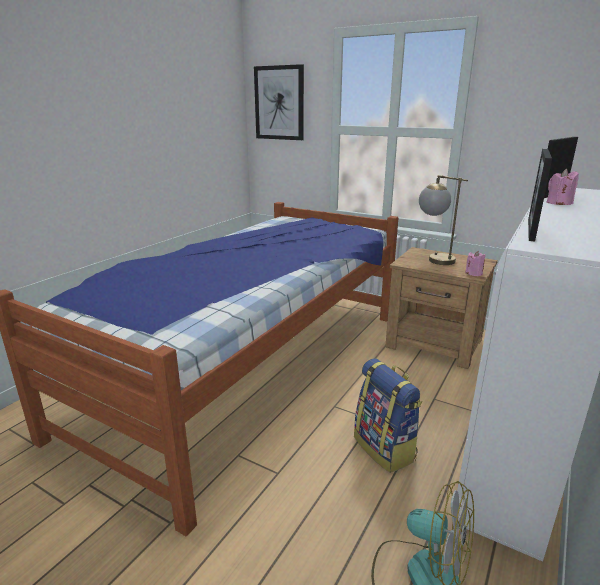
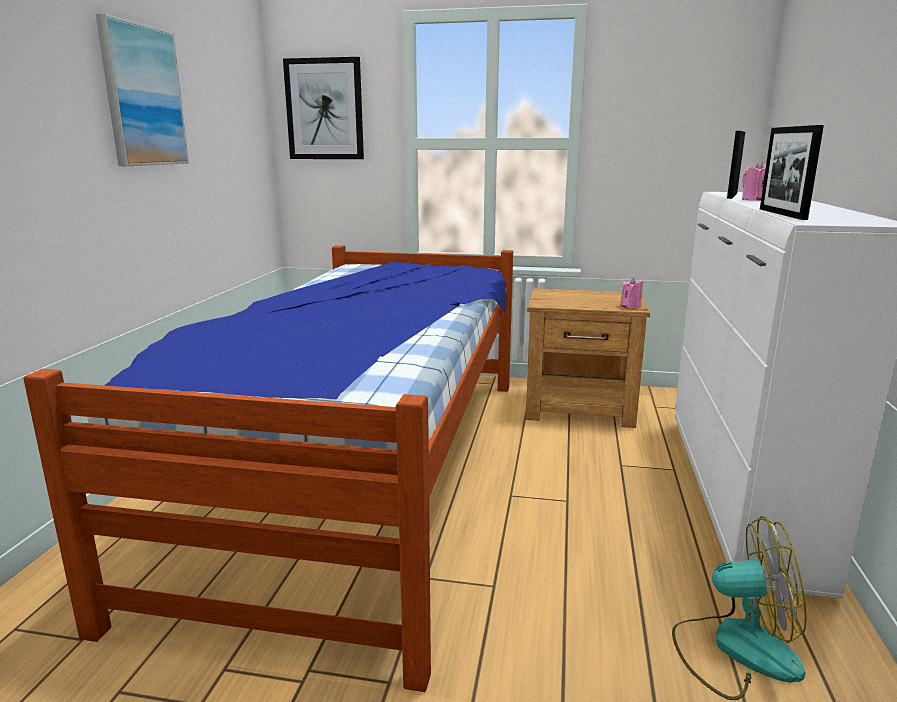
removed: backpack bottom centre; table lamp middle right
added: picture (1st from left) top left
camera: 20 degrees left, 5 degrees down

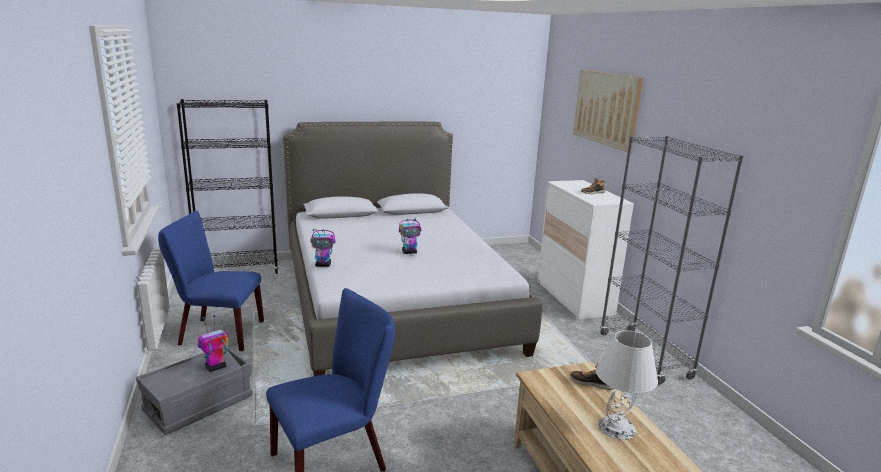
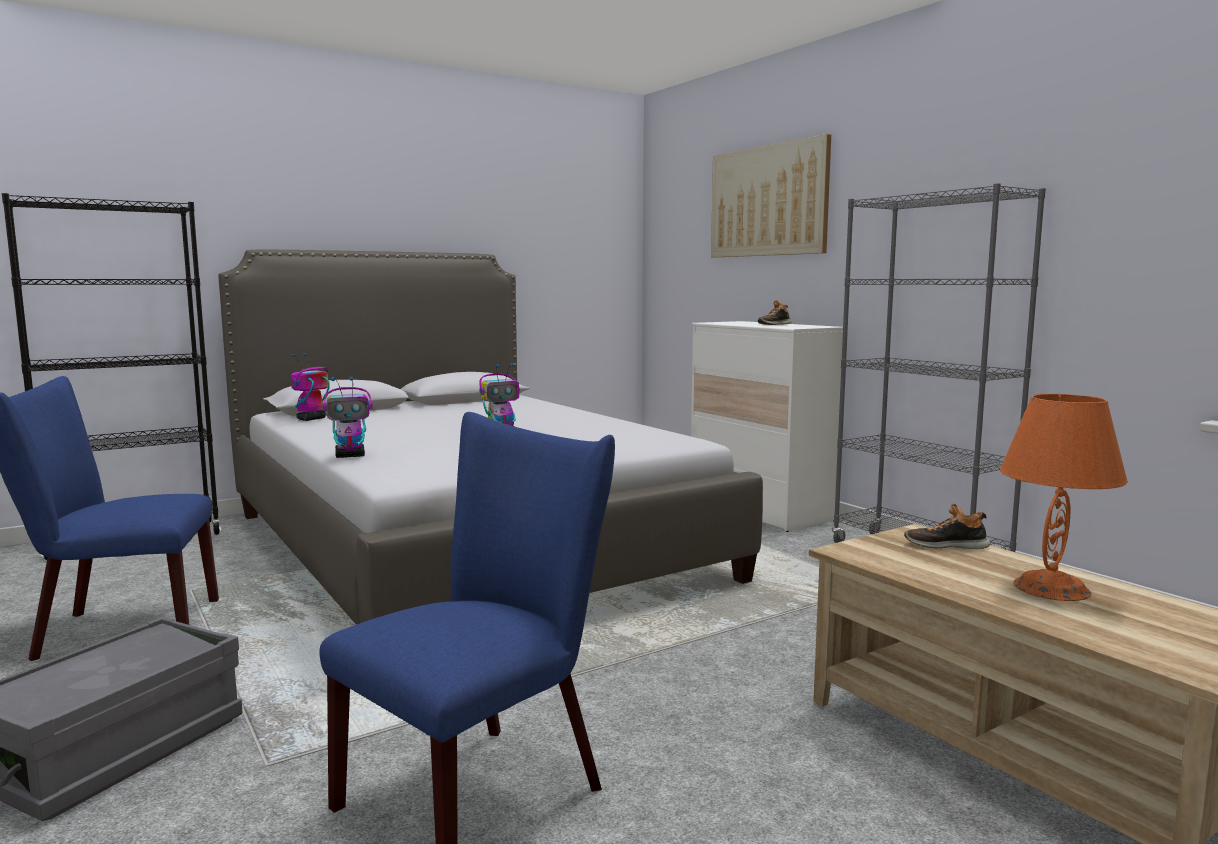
moved: toy robot (1st from left) bottom left to middle left
recoloured: table lamp in white bottom right to table lamp in orange middle right
camera: 15 degrees left, 10 degrees down

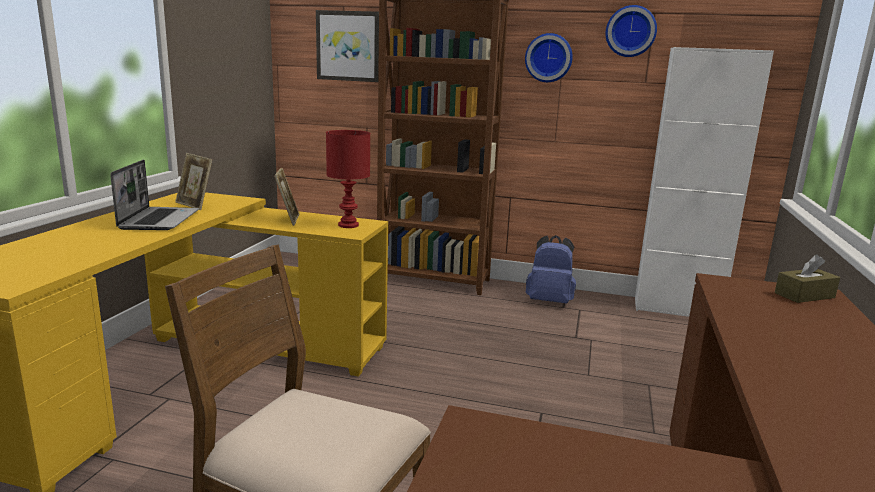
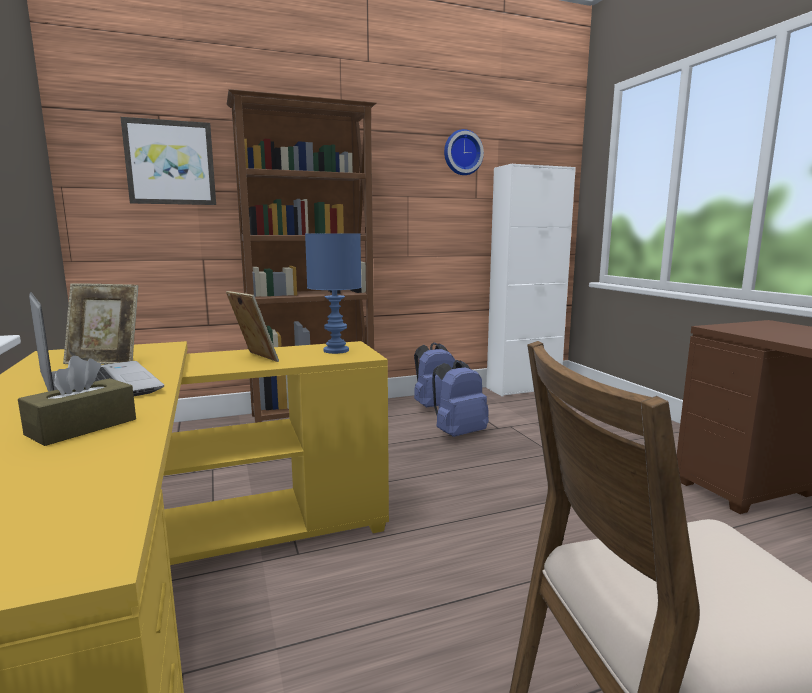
removed: wall clock (1st from left) top centre
added: backpack in blue (2nd from left) centre
moved: tissue box in brown middle right to middle left
recoloured: table lamp in red centre to table lamp in blue centre
camera: 35 degrees left, 5 degrees down

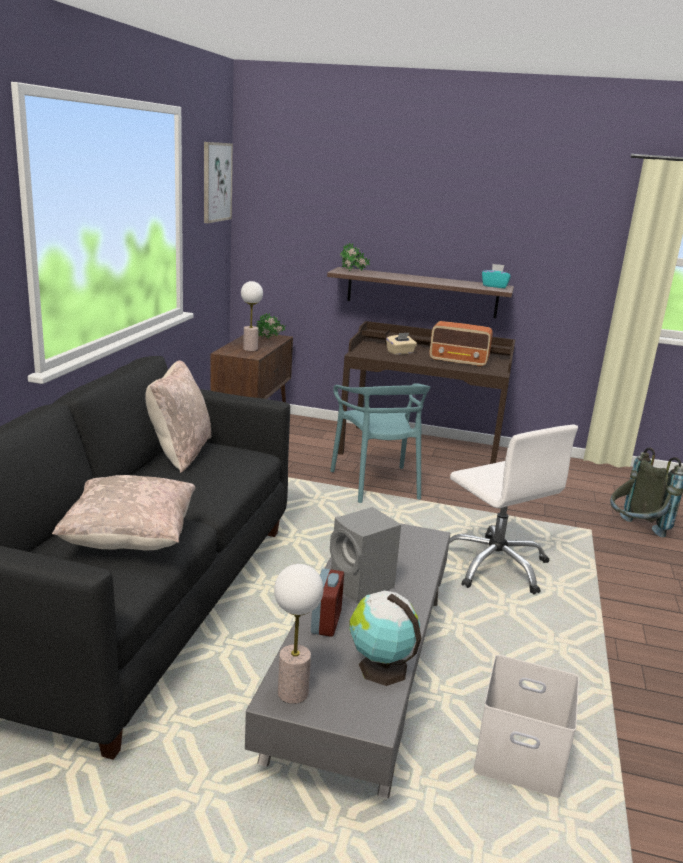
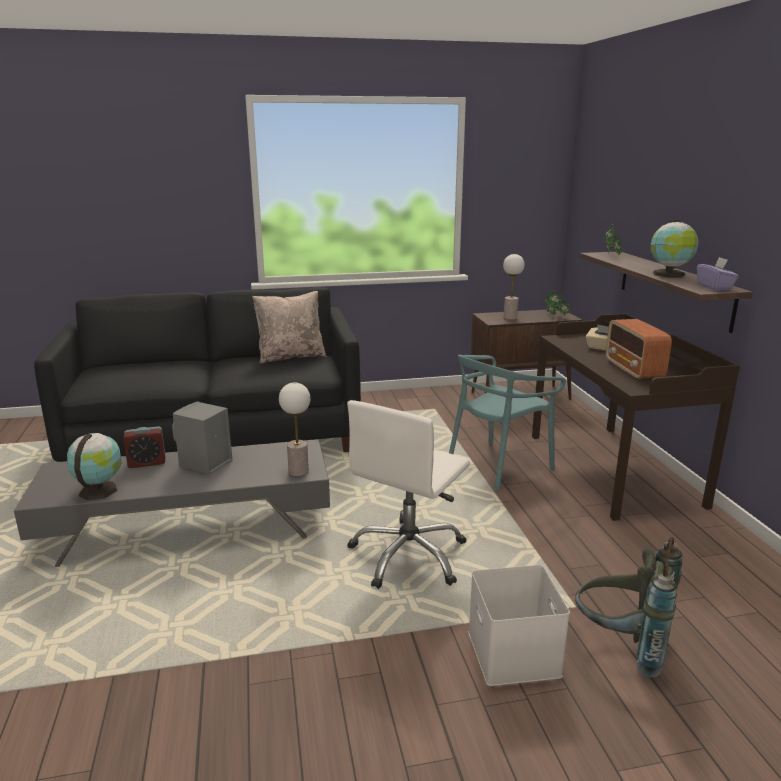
removed: pillow in beige (1st from left) middle left; picture top left
added: globe (2nd from left) top right
moved: table lamp (2nd from left in the first image) bottom centre to table lamp (1st from left) centre; storage box in white bottom right to bottom centre
recoloured: tissue box in turquoise top right to tissue box in purple middle right
camera: 65 degrees right, 0 degrees up

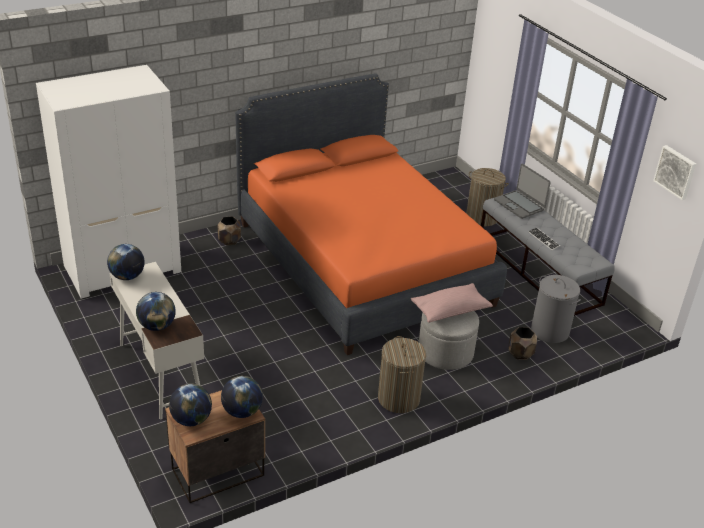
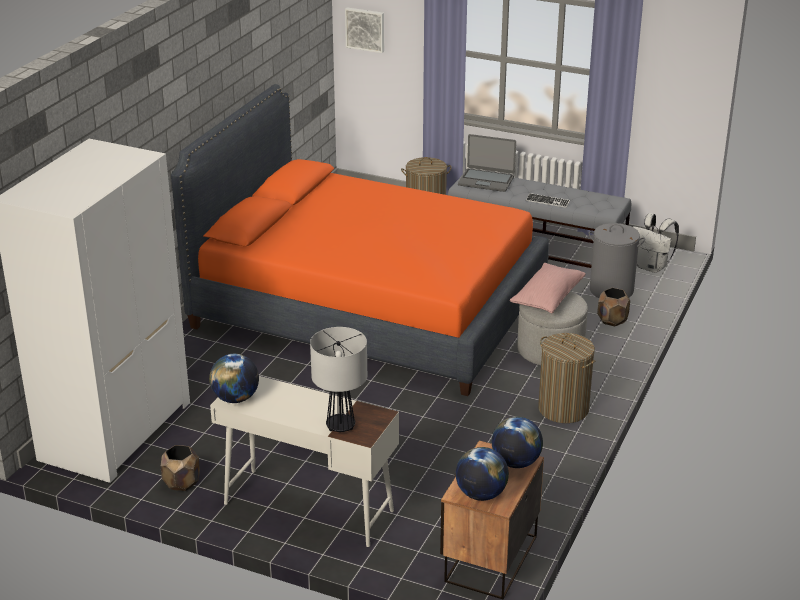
added: backpack in white middle right
moved: planter in brown (1st from left) middle left to bottom left; picture top right to top centre
replaced: globe (2nd from left) middle left to table lamp centre
camera: 35 degrees left, 5 degrees down

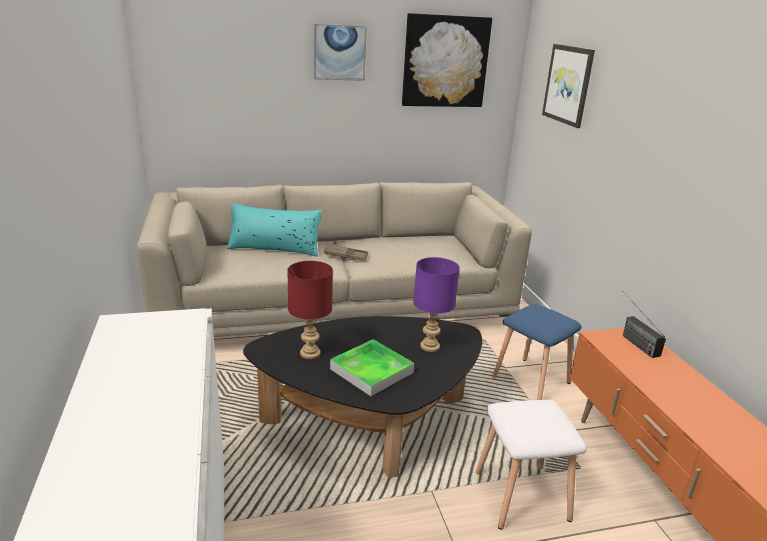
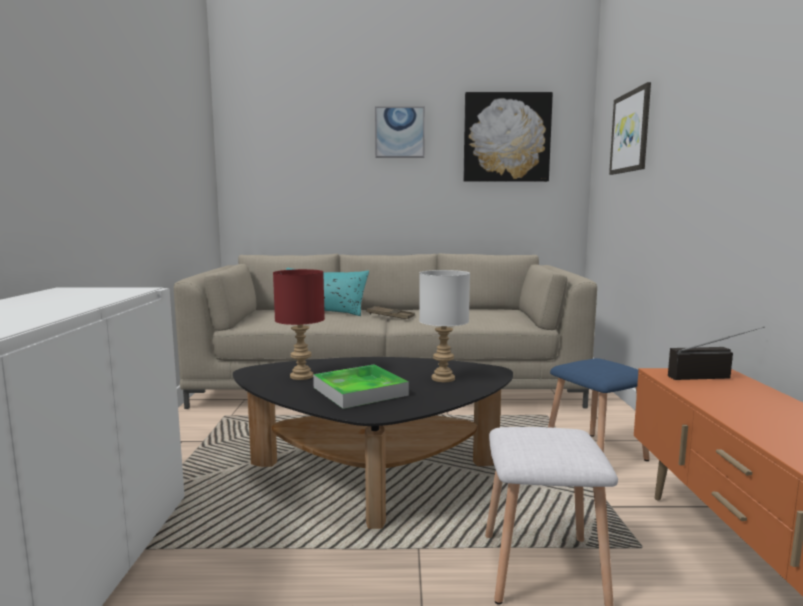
recoloured: table lamp in purple centre to table lamp in white centre
turned: radio middle right = middle right 90 degrees clockwise
camera: 15 degrees right, 15 degrees down

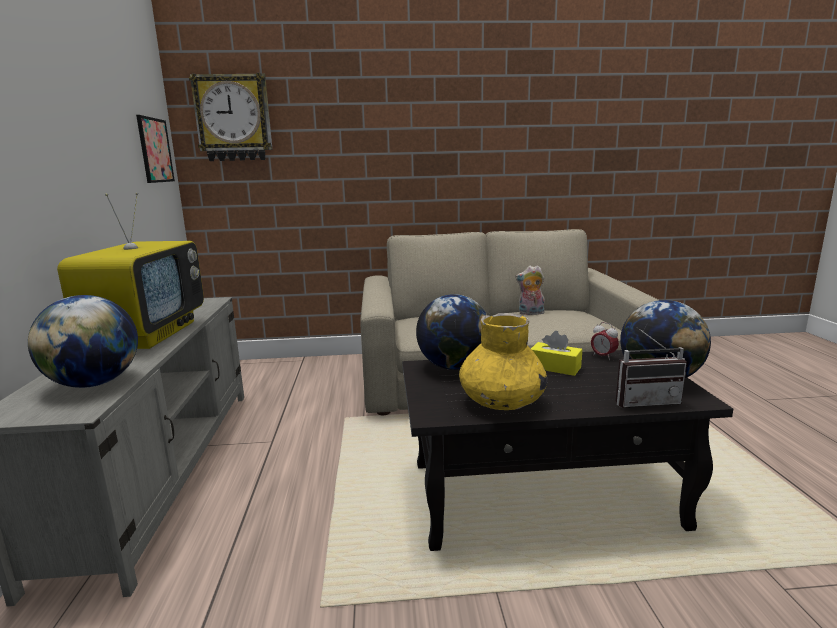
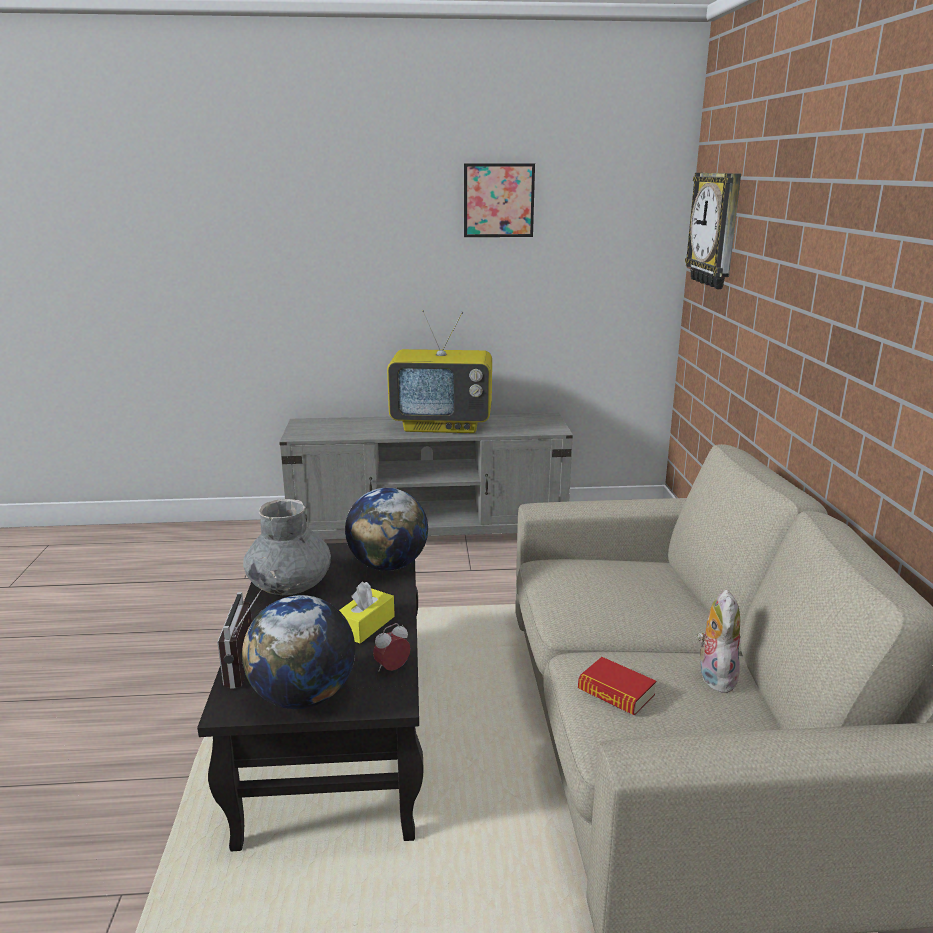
removed: globe (1st from left) middle left
added: book bottom centre
moved: picture top left to top centre
recoloured: vase in yellow centre to vase in grey middle left
camera: 90 degrees right, 5 degrees up

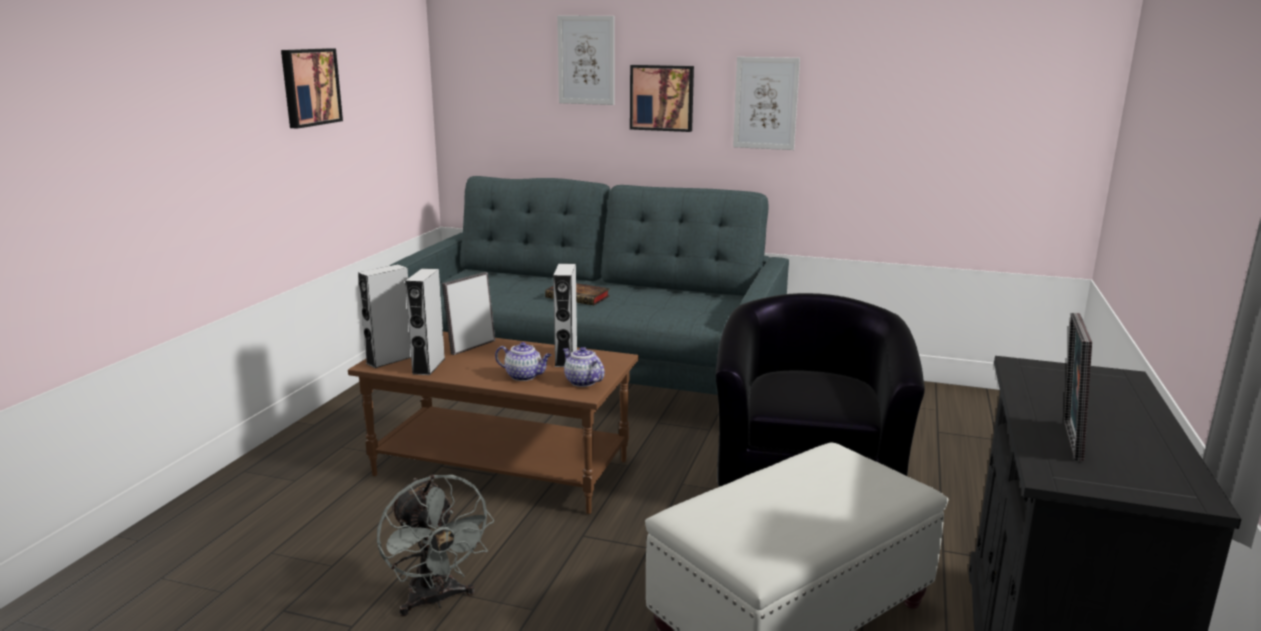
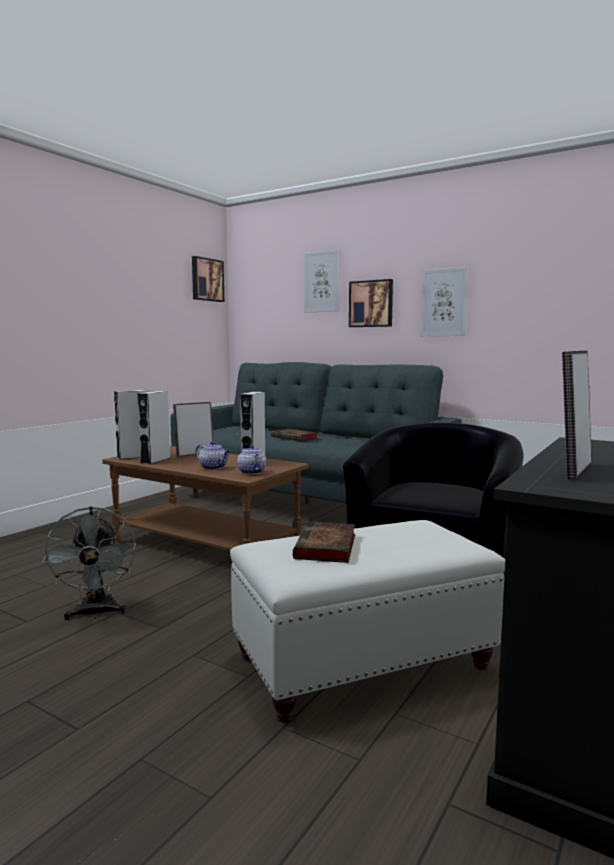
added: book (2nd from left) centre
moved: picture (1st from left) top left to top centre
camera: 15 degrees right, 10 degrees down

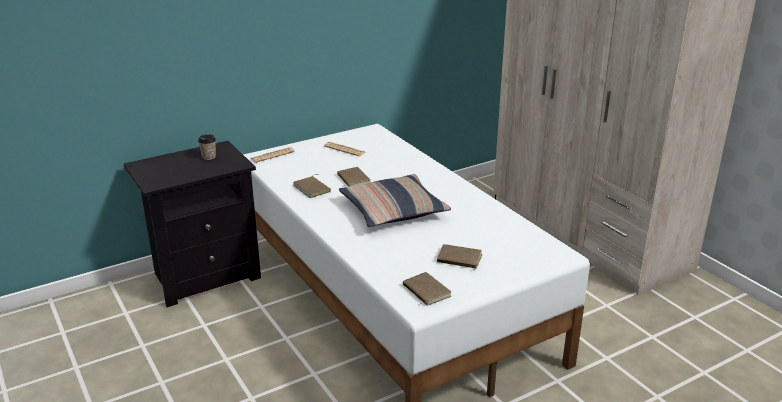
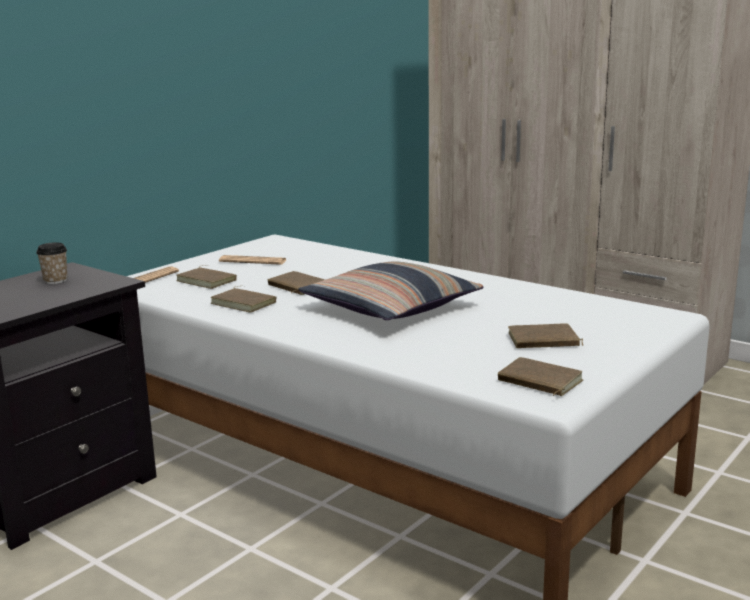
added: book in brown (1st from left) middle left
camera: 20 degrees left, 10 degrees down

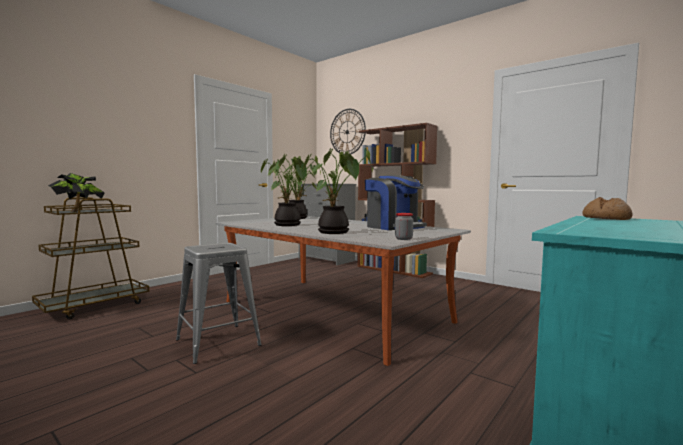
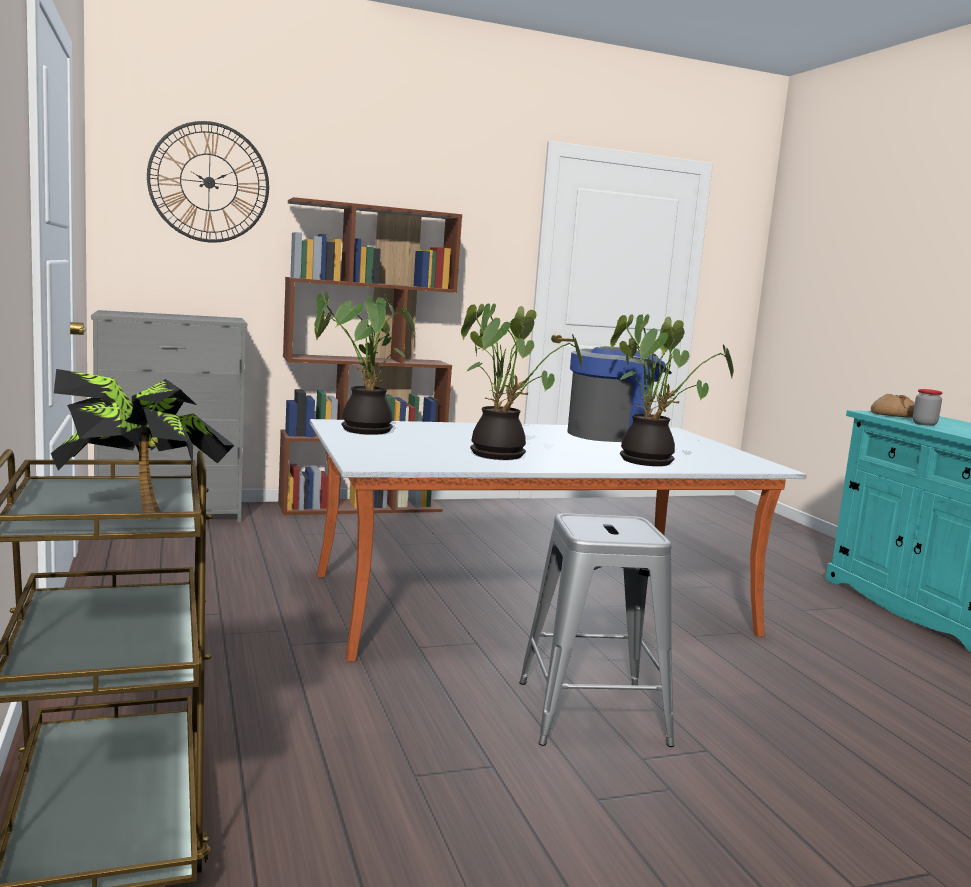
moved: jar centre to middle right
camera: 60 degrees left, 5 degrees up

